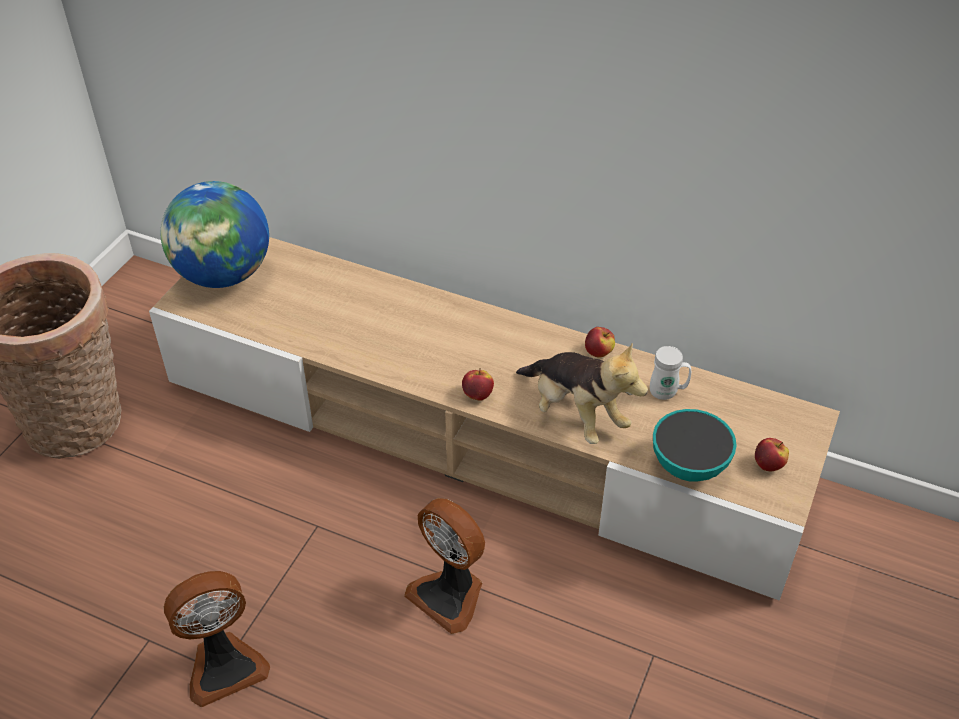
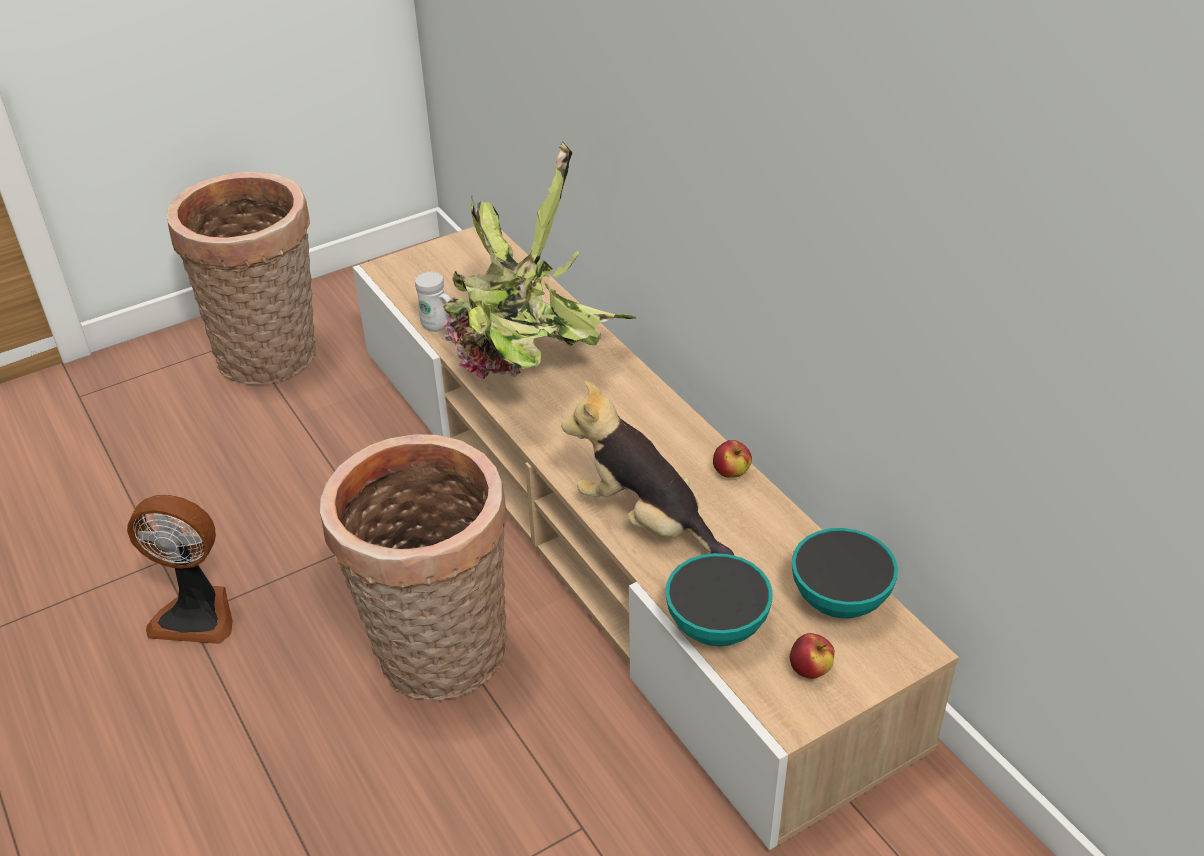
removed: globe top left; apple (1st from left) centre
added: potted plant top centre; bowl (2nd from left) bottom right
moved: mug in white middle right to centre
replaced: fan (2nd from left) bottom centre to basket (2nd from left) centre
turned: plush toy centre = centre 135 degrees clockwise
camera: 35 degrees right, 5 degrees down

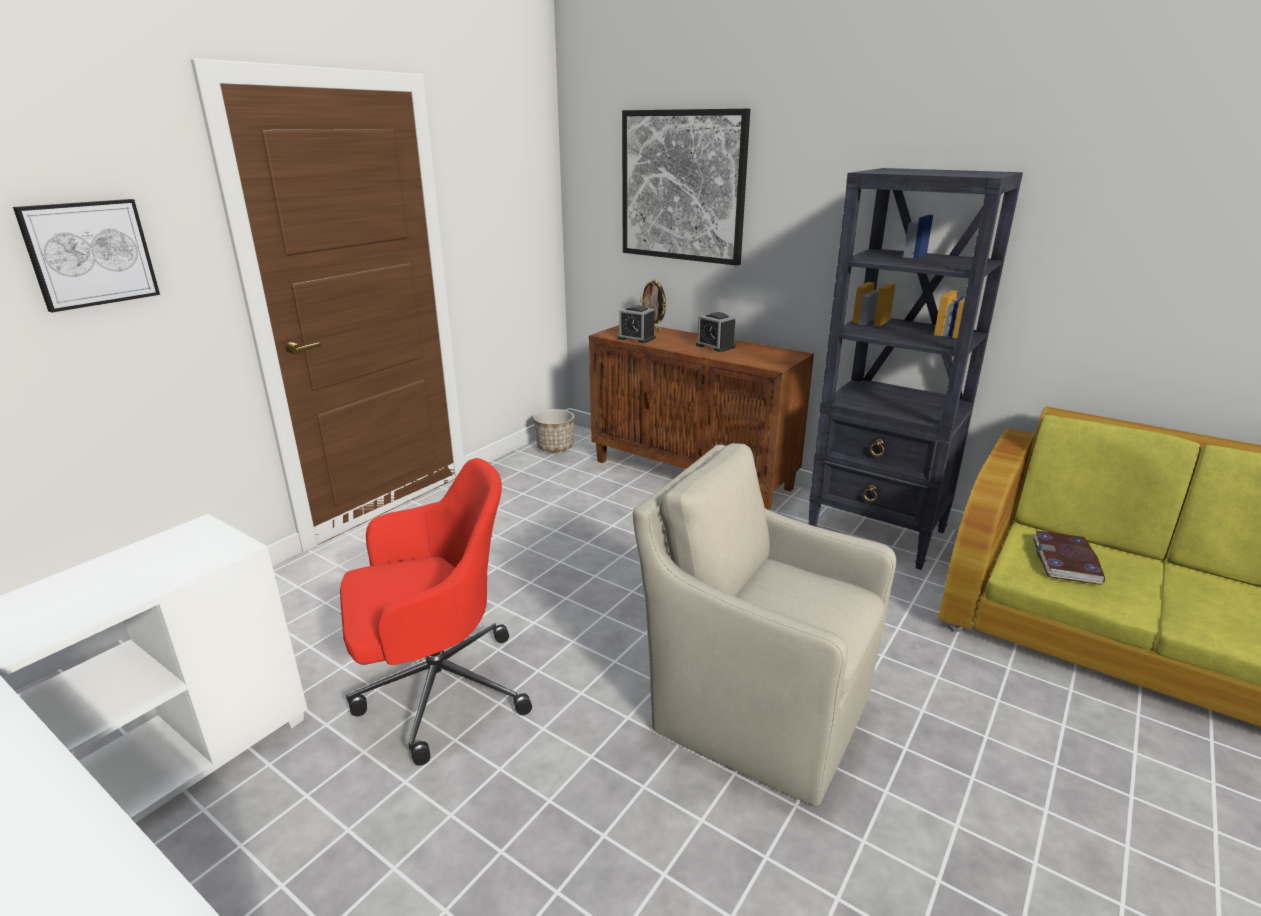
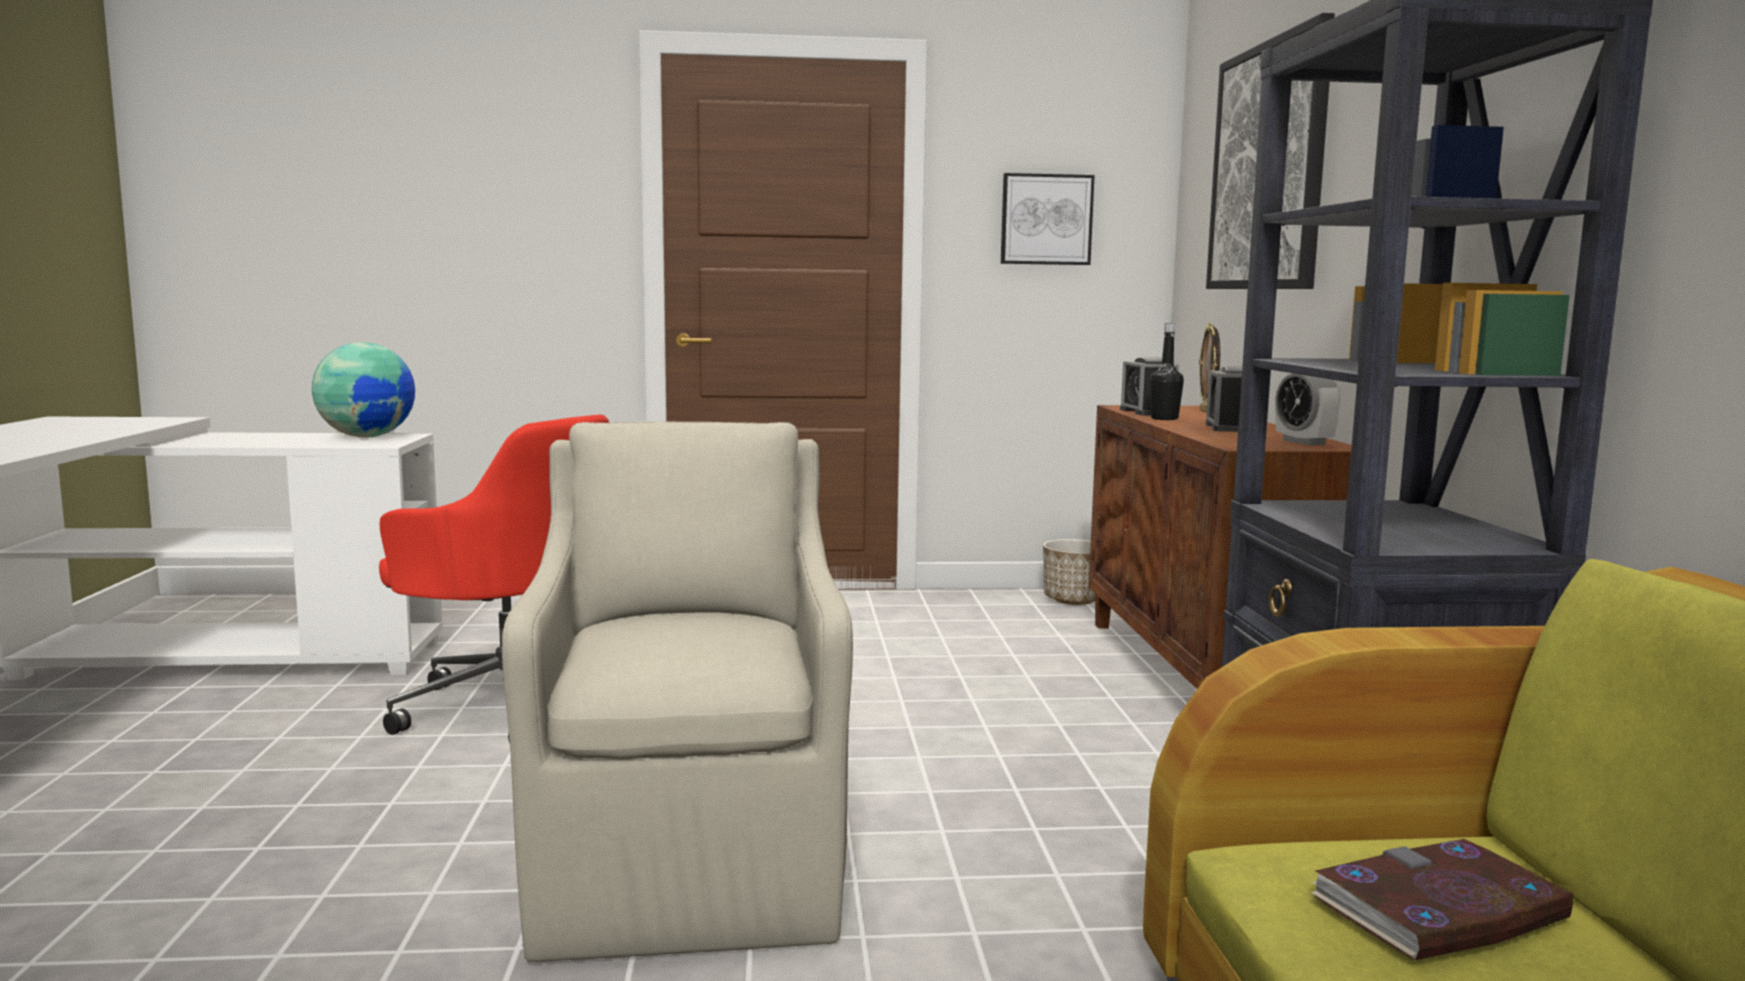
added: globe middle left; bottle in black middle right; alarm clock (3rd from left) middle right
moved: picture (1st from left) top left to top centre
camera: 50 degrees right, 15 degrees down

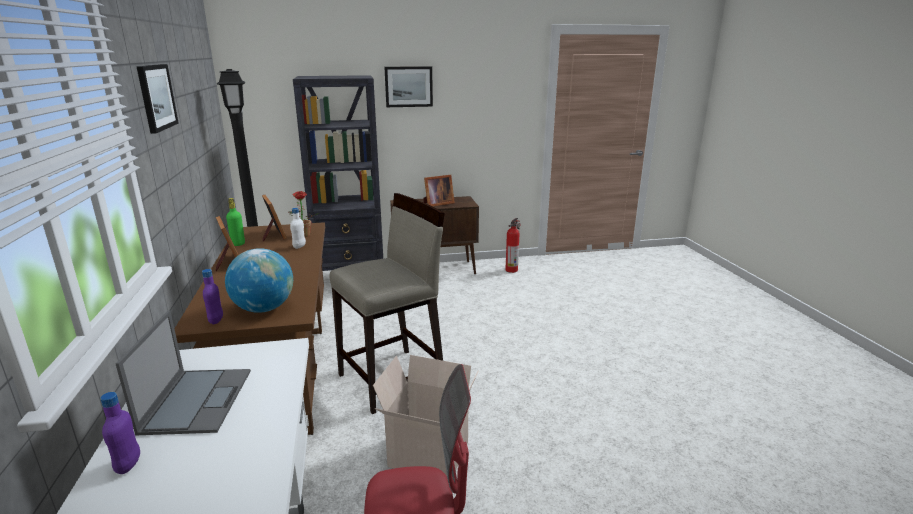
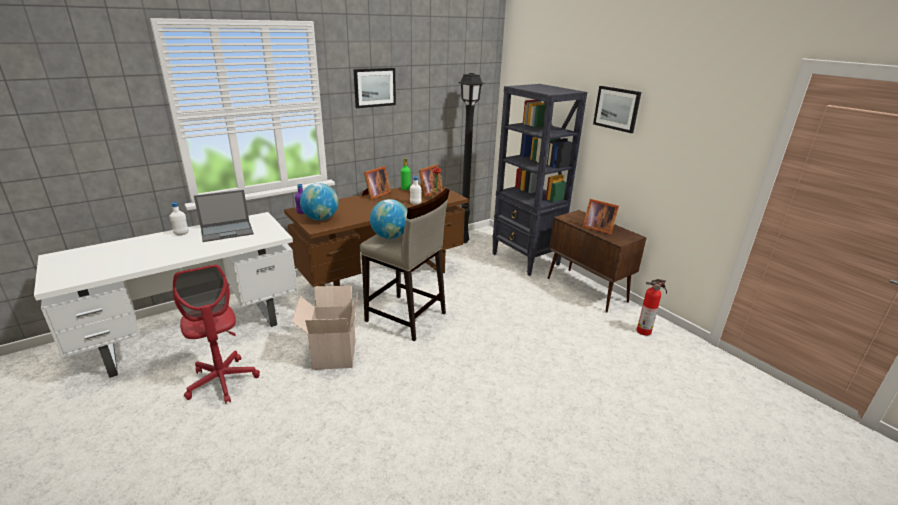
added: globe (2nd from left) centre
recoloured: bottle in purple (1st from left) bottom left to bottle in white (1st from left) middle left
camera: 65 degrees right, 5 degrees up

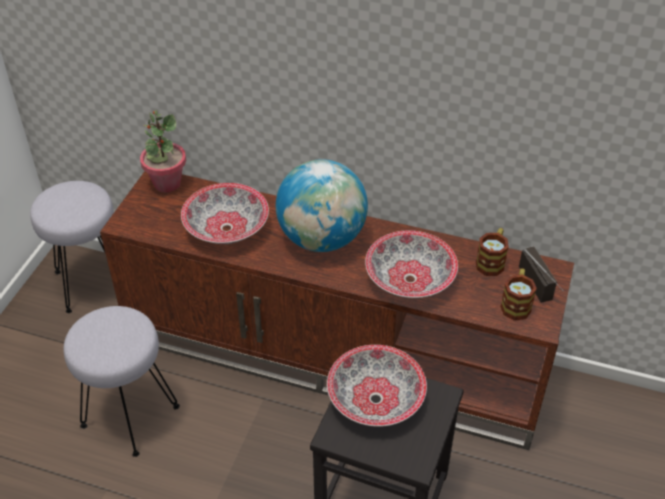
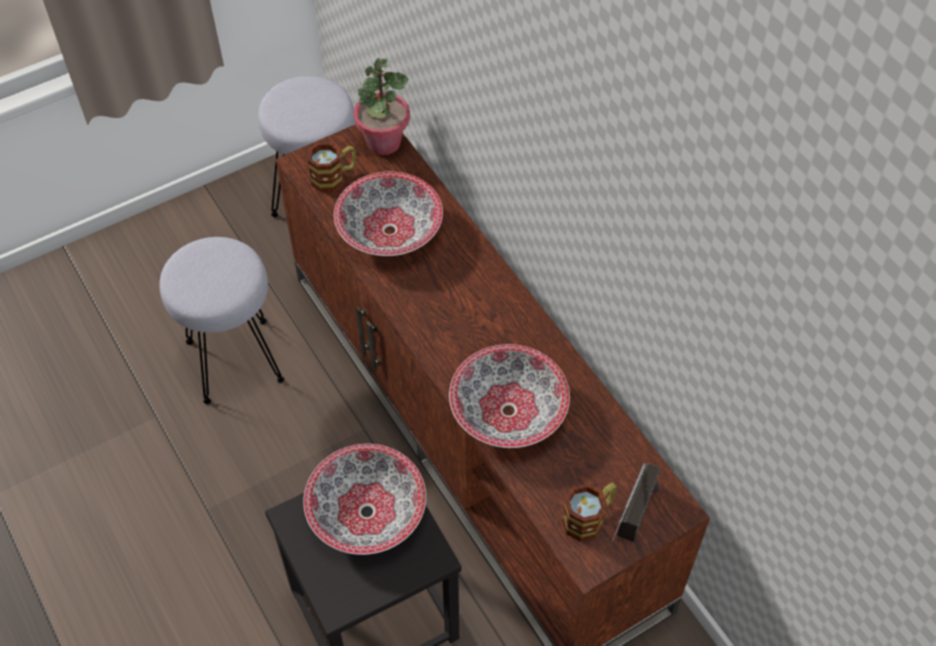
removed: globe centre
moved: mug (1st from left) middle right to top centre
camera: 40 degrees right, 10 degrees up

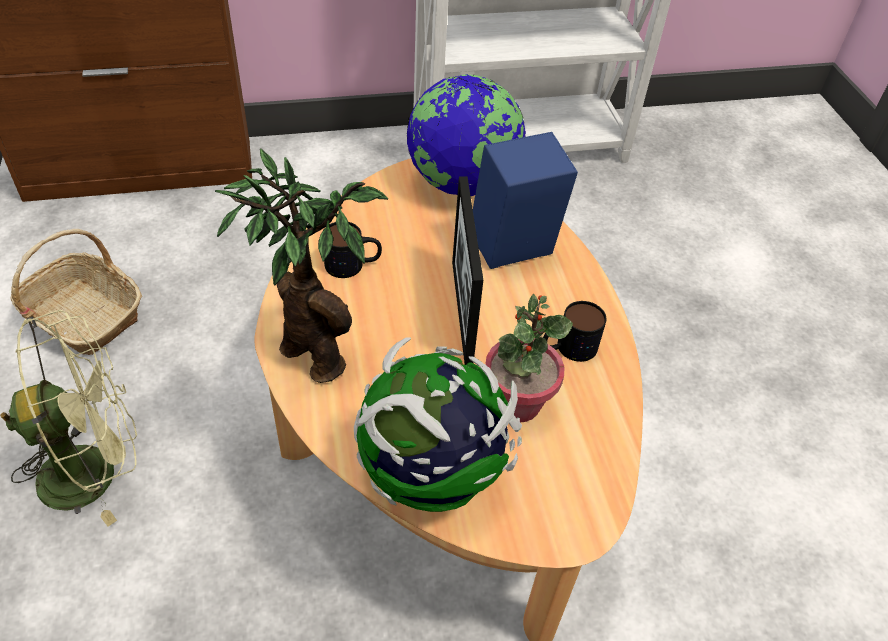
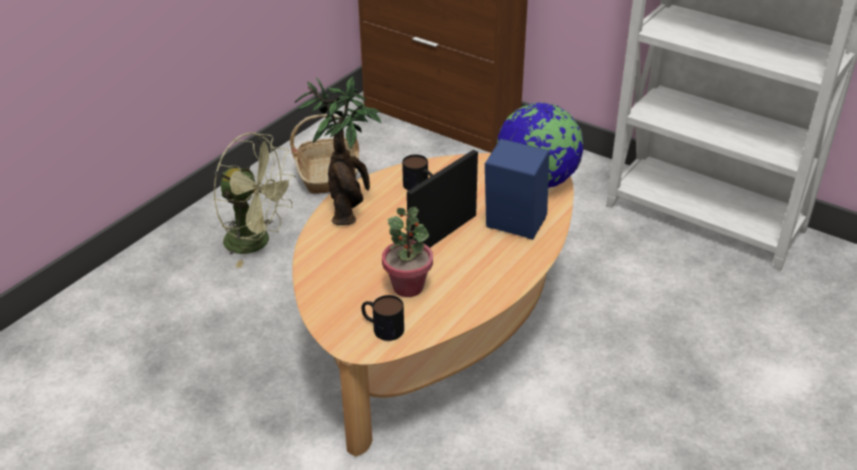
removed: globe (1st from left) centre
moved: mug (2nd from left in the first image) centre to mug (1st from left) bottom centre
camera: 50 degrees right, 10 degrees down

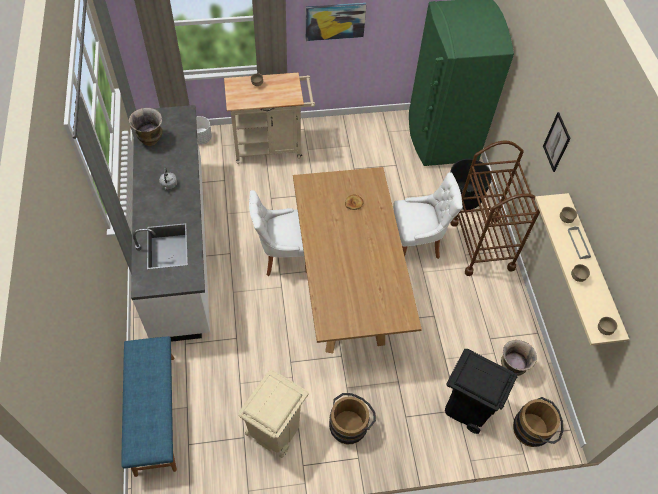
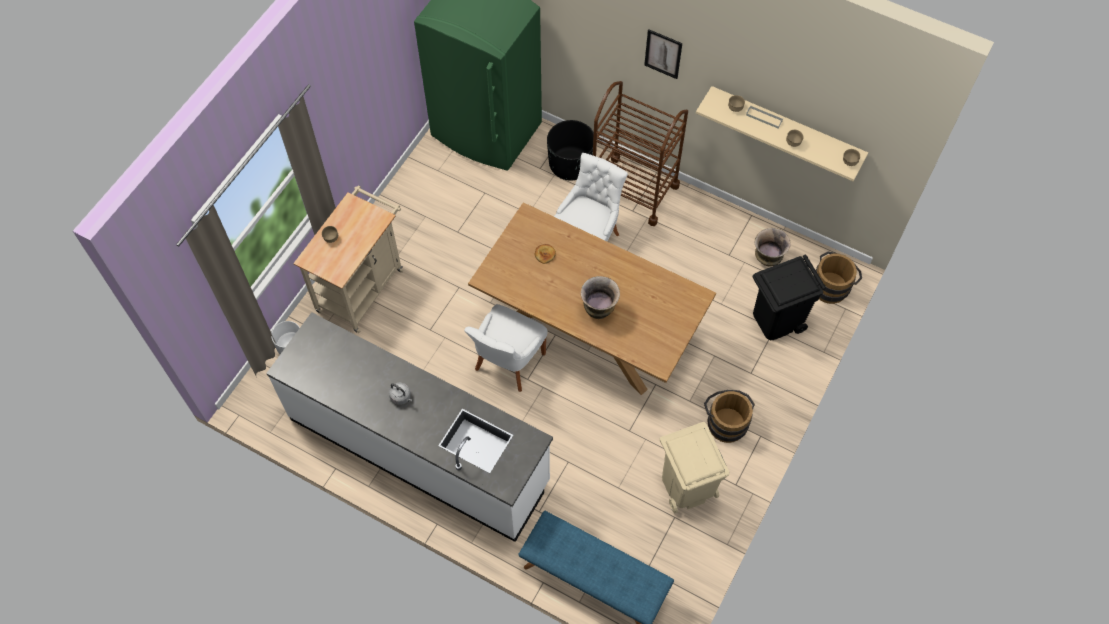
removed: picture (1st from left) top centre
moved: vase (1st from left) top left to centre
camera: 50 degrees left, 5 degrees up

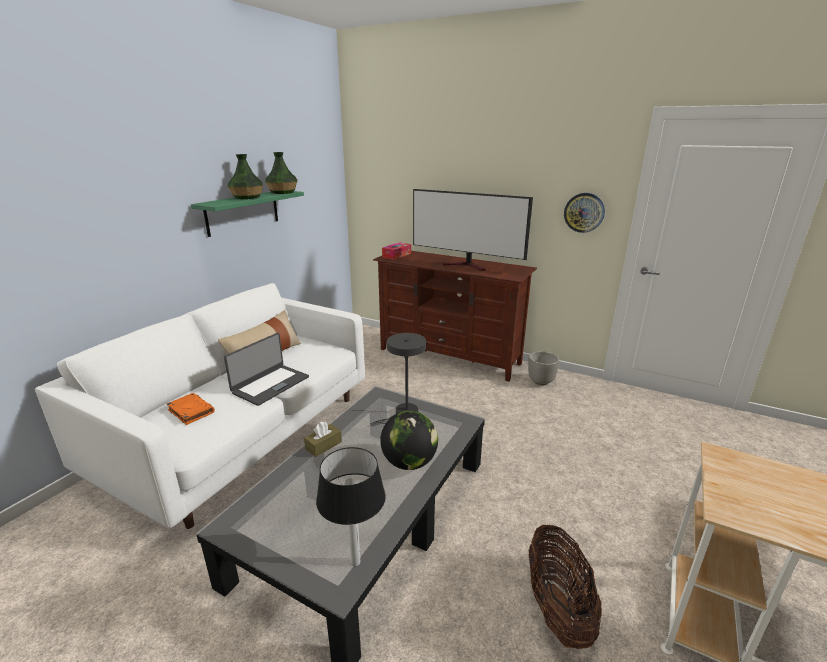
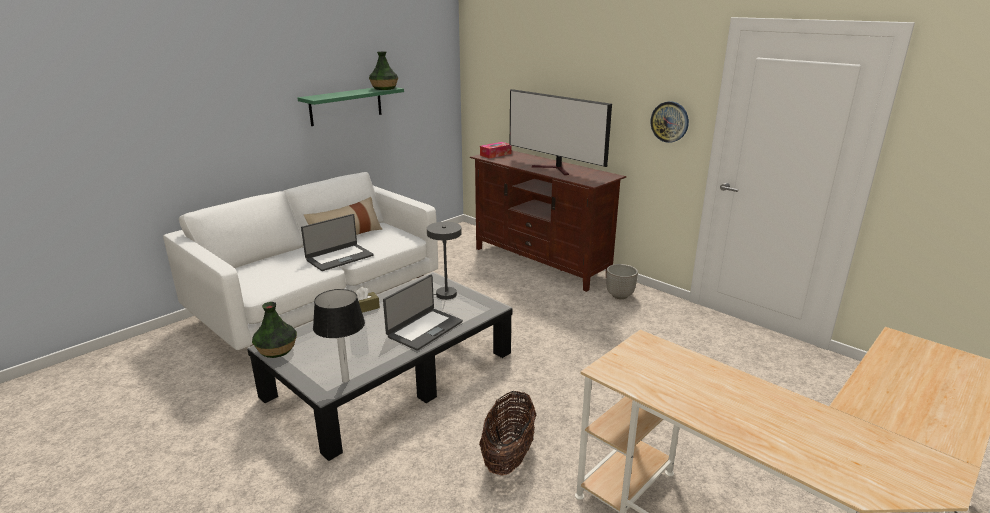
removed: book in orange middle left
moved: vase (1st from left) top left to middle left
replaced: globe centre to laptop (2nd from left) centre
camera: 15 degrees right, 0 degrees up

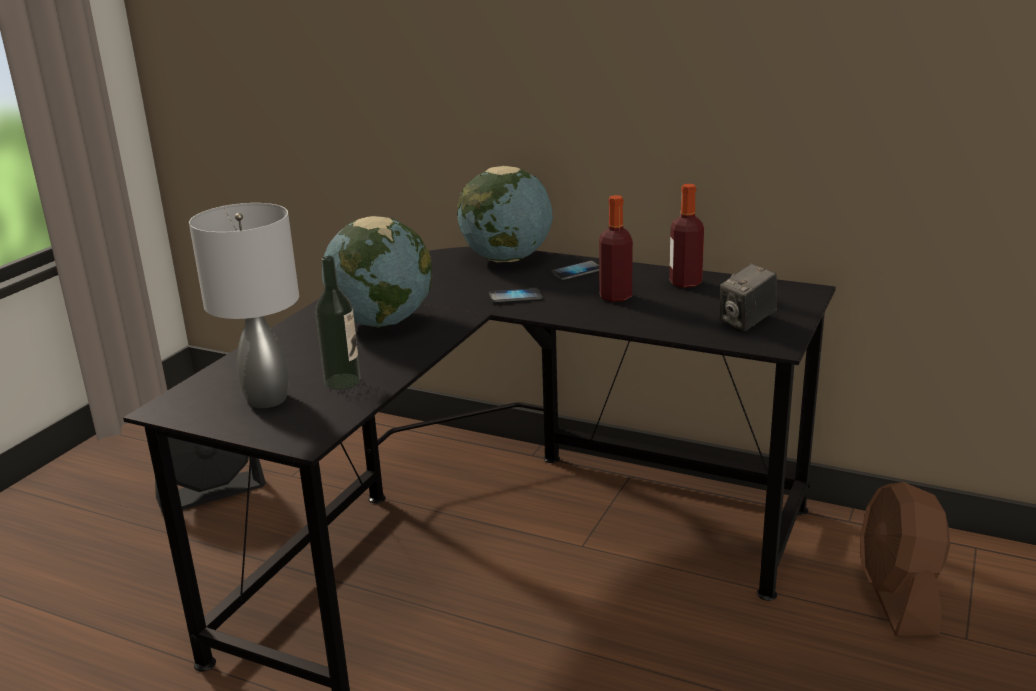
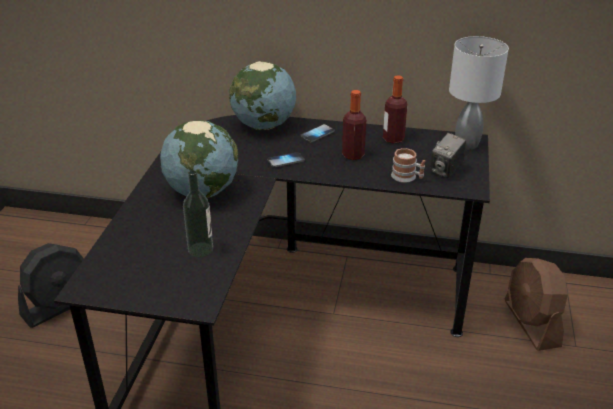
added: mug centre
moved: table lamp in grey middle left to top right
camera: 15 degrees left, 10 degrees up

